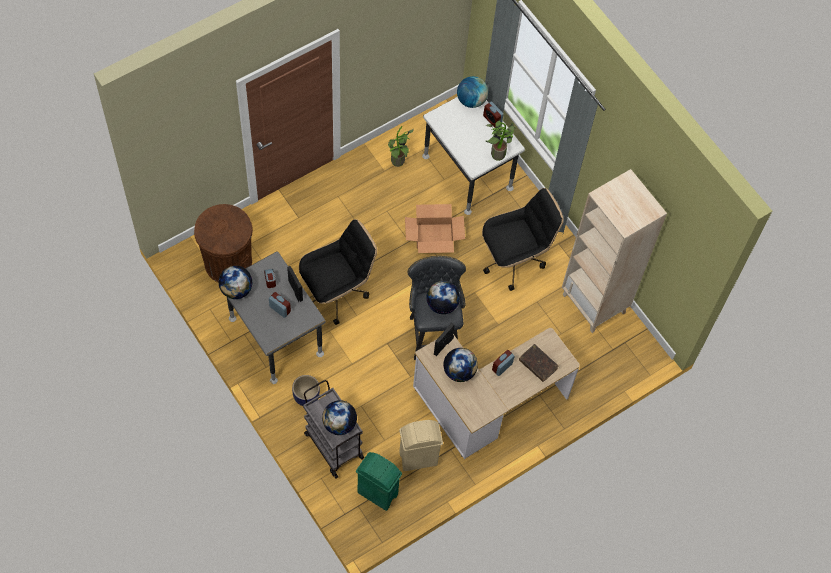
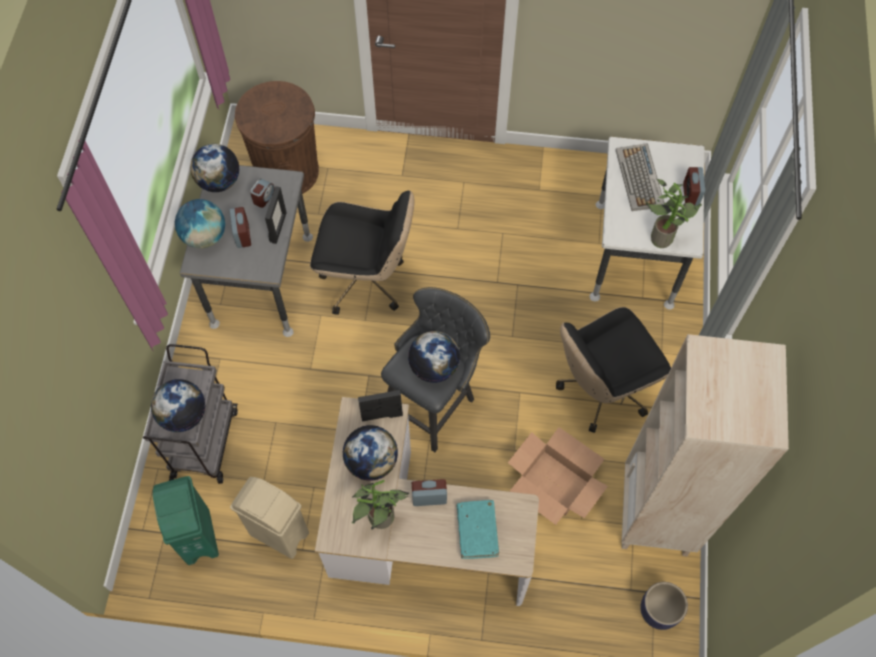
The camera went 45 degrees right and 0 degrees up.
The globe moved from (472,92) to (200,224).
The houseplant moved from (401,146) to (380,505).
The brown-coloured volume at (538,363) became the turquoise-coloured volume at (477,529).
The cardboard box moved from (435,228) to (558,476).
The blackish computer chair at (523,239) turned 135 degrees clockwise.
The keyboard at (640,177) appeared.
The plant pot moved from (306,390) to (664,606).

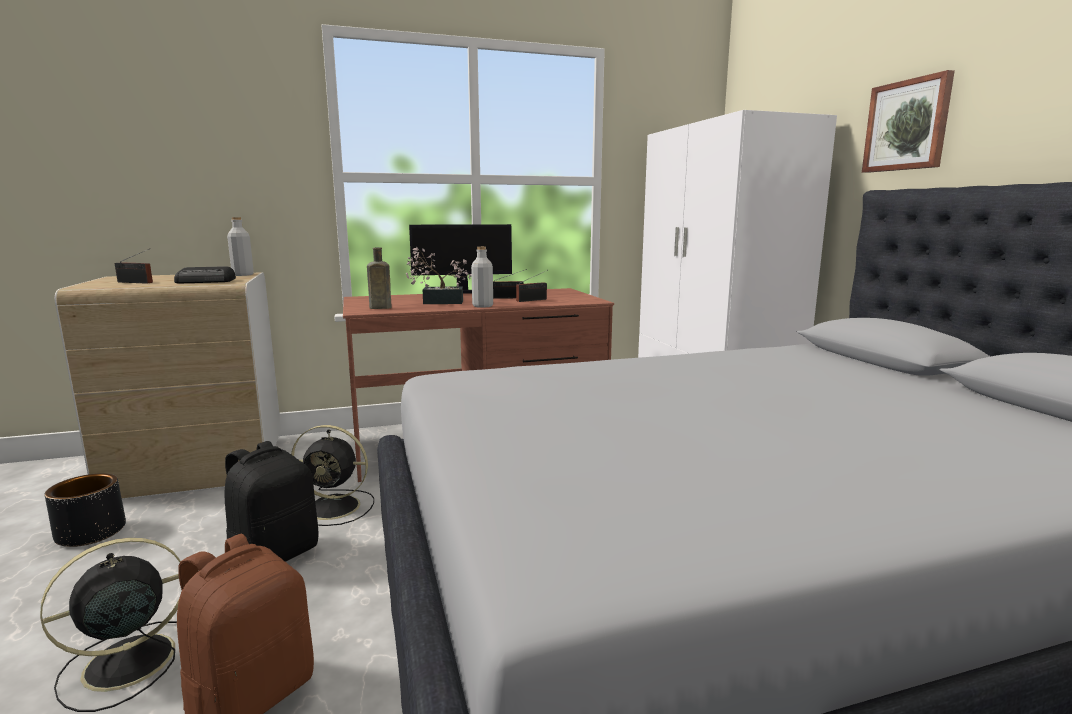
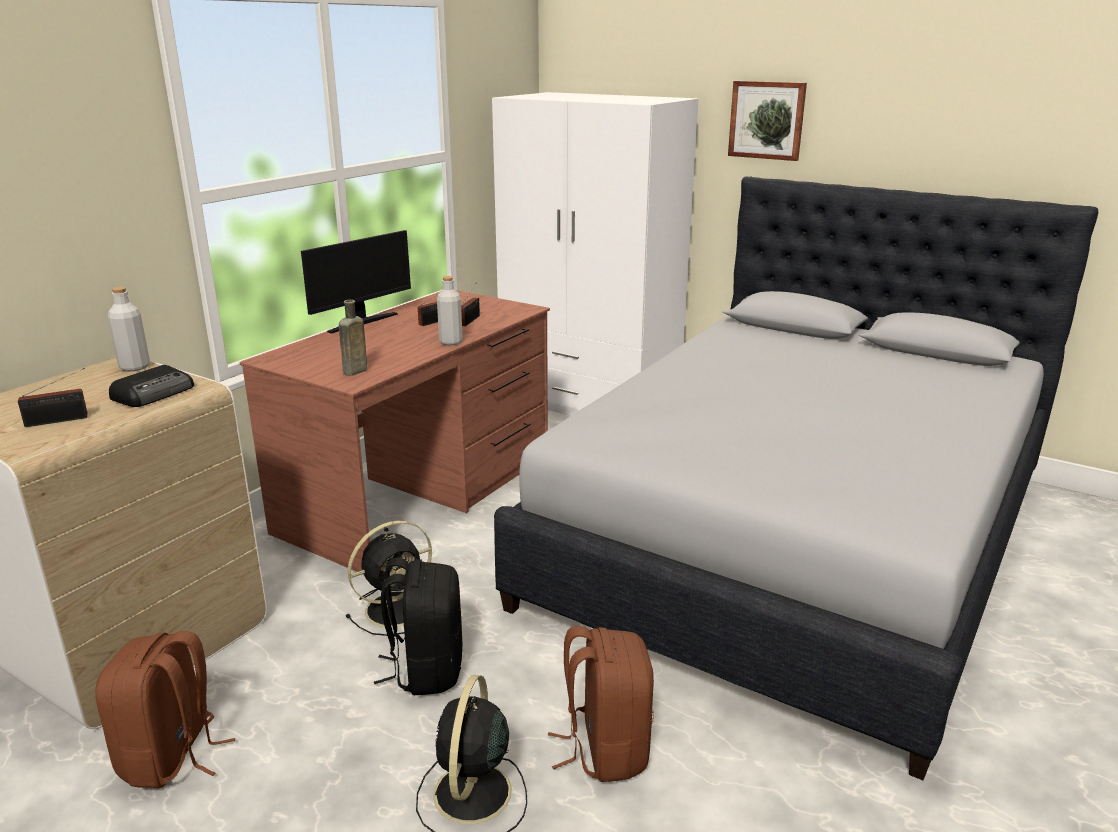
The camera went 40 degrees left and 10 degrees up.
The blackish plant pot at (85,510) was replaced by the brown-coloured knapsack at (165,710).
The houseplant at (439,275) disappeared.

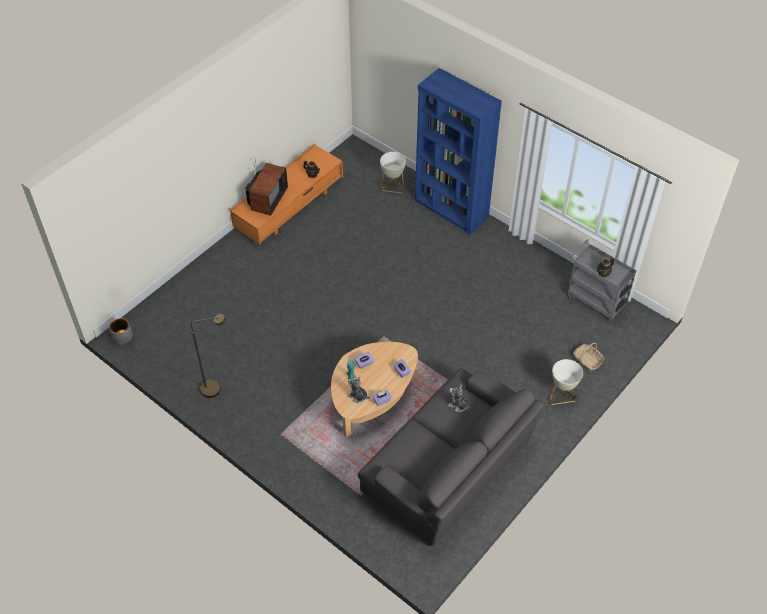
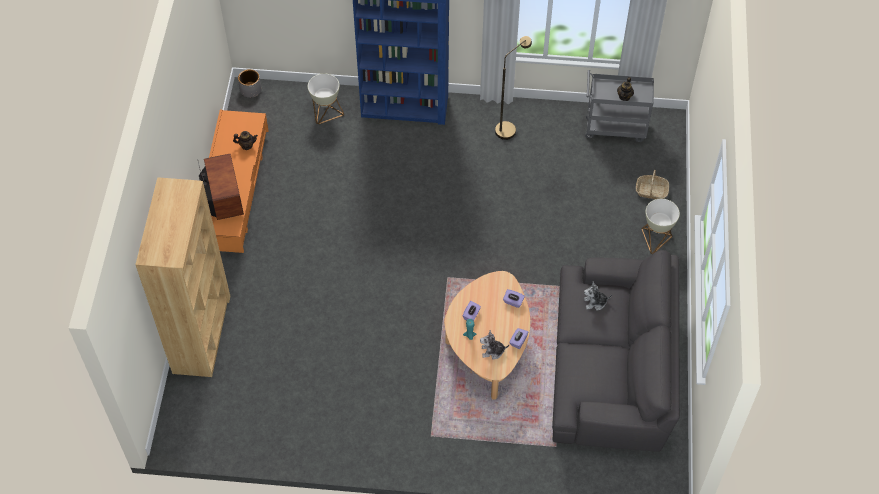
The camera went 35 degrees left and 5 degrees up.
The brown-coloured bookcase at (182,277) appeared.
The greyish plant pot moved from (121,331) to (250,83).
The brown-coloured standard lamp moved from (208,356) to (513,88).

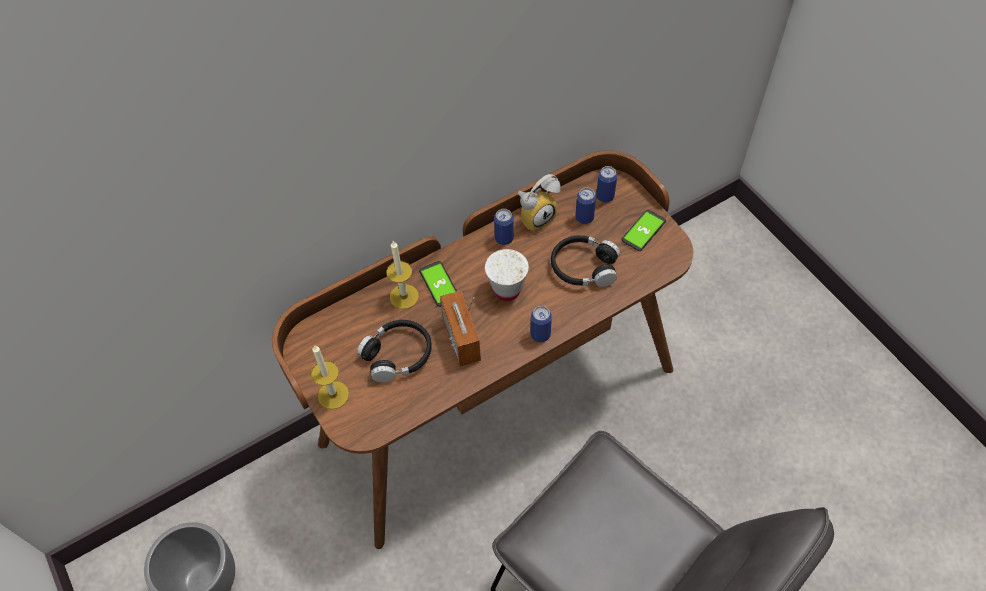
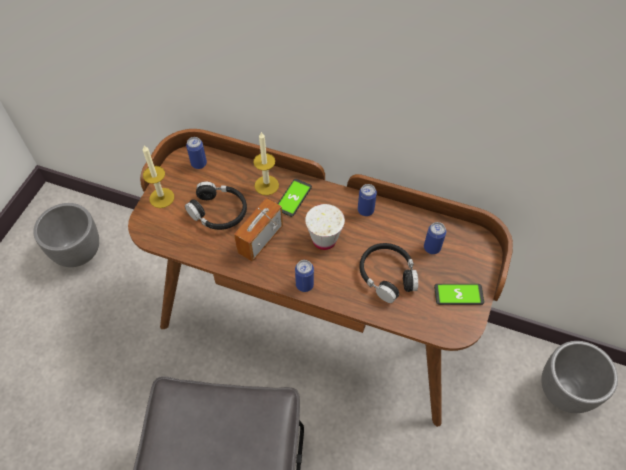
The camera went 50 degrees right and 0 degrees up.
The can moved from (606,184) to (196,153).
The greyish plant pot at (579,377) appeared.
The bedside clock at (539,203) disappeared.

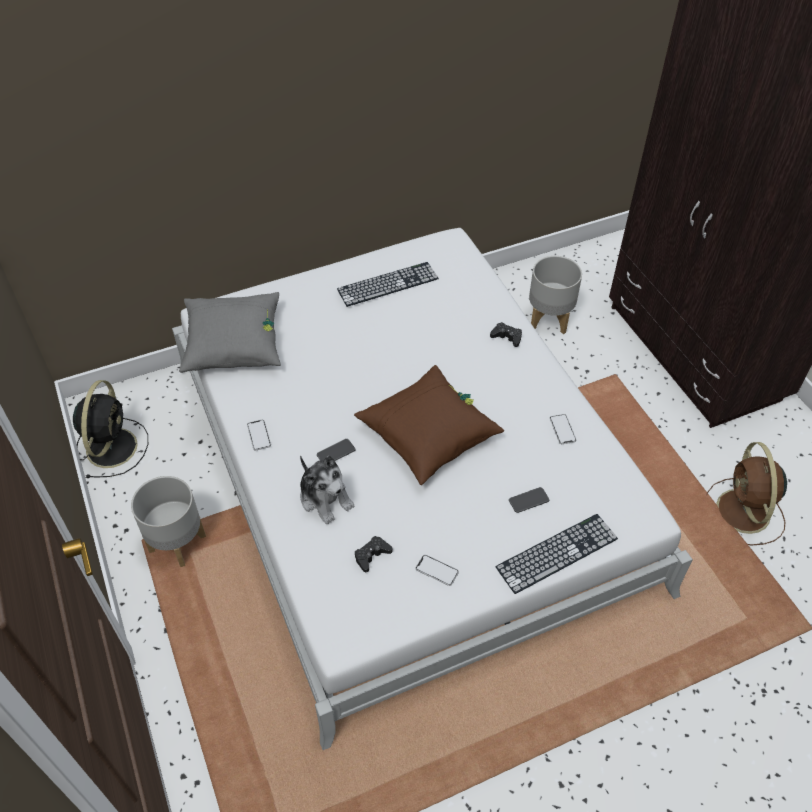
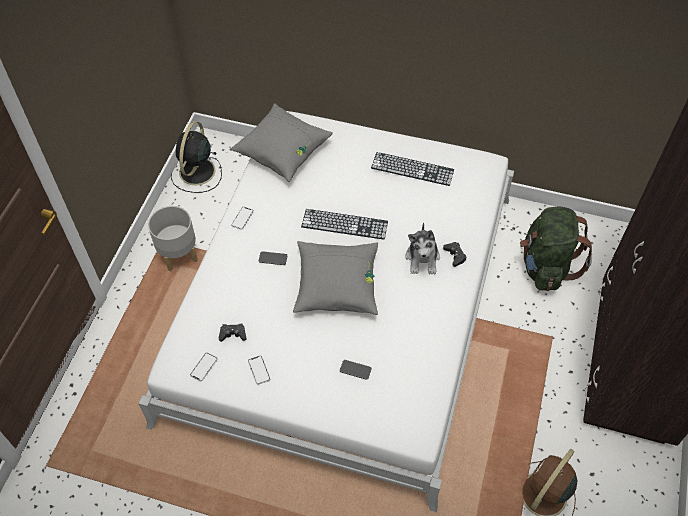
The camera went 40 degrees right and 5 degrees up.
The blackish cooling fan at (110,429) turned 150 degrees clockwise.
The handset moved from (563,429) to (204,367).
The brown-coloured throw pillow at (429,425) became the greyish throw pillow at (335,278).
The keyboard moved from (556,554) to (344,224).
The plush toy moved from (327,489) to (422,249).
The greyish plant pot at (555,295) was replaced by the greenish knapsack at (556,248).

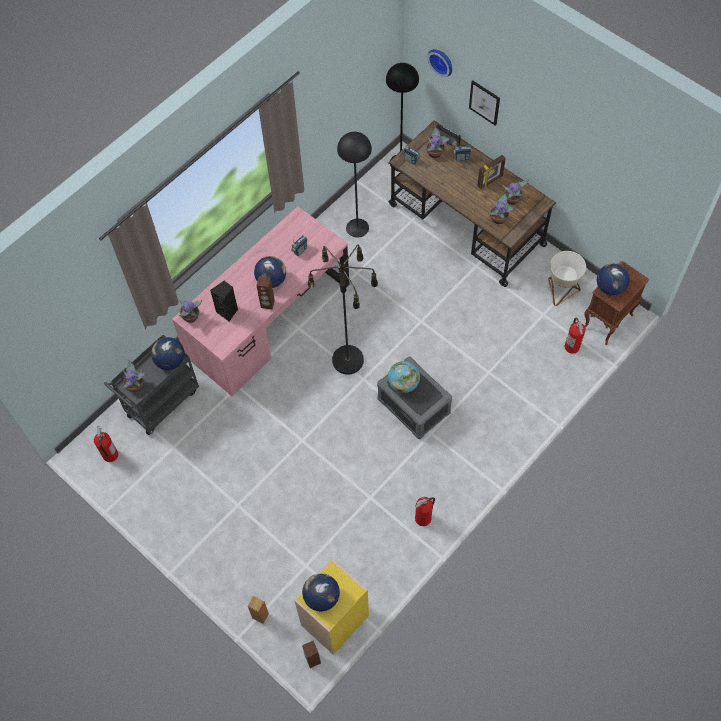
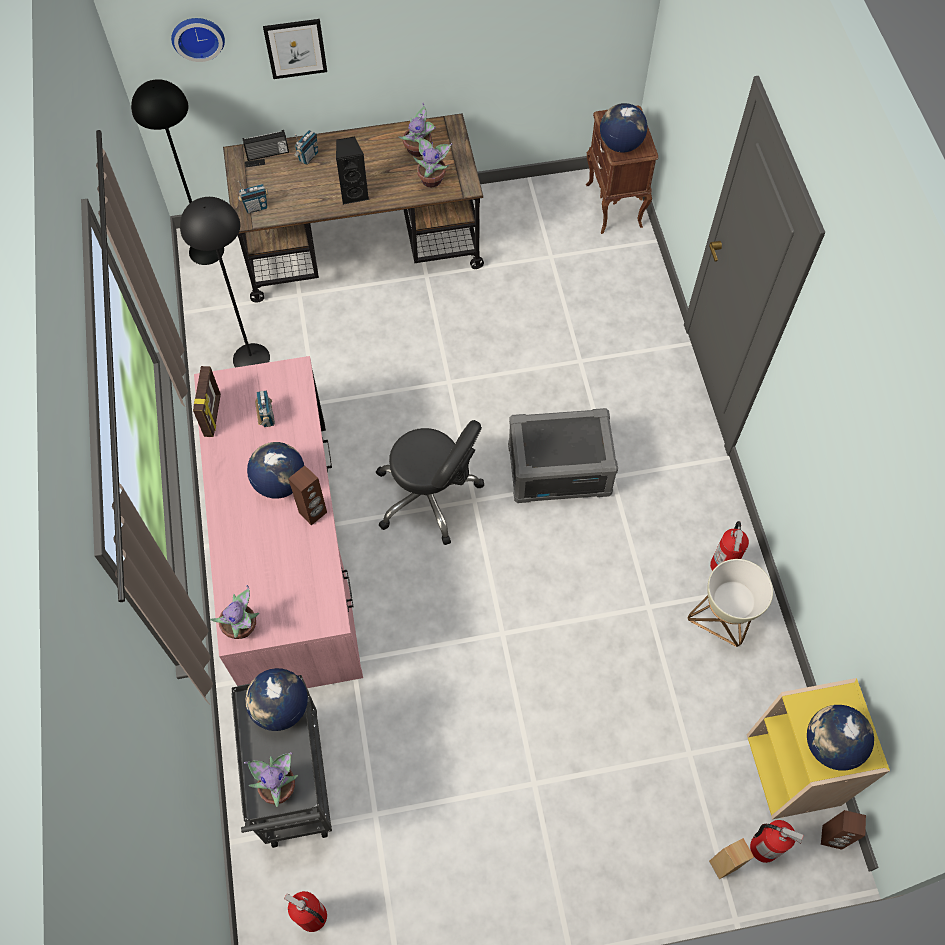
The camera went 55 degrees left and 0 degrees up.
The standing frame moved from (491,172) to (207,401).
The blackish audio speaker moved from (224,301) to (352,171).
The standard lamp at (343,309) was replaced by the blackish computer chair at (430,482).
The plant pot moved from (567,278) to (730,603).
The fire-fighting cylinder moved from (575,336) to (777,841).
The globe at (404,377) disappeared.
The houseplant at (438,142) disappeared.

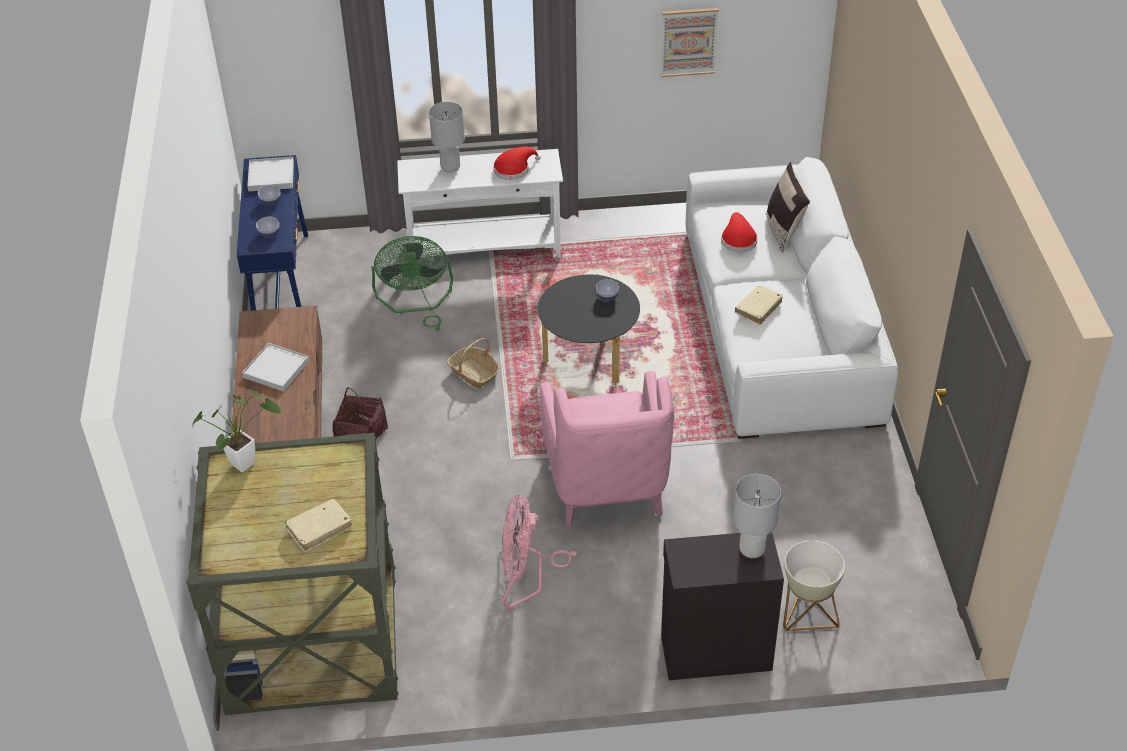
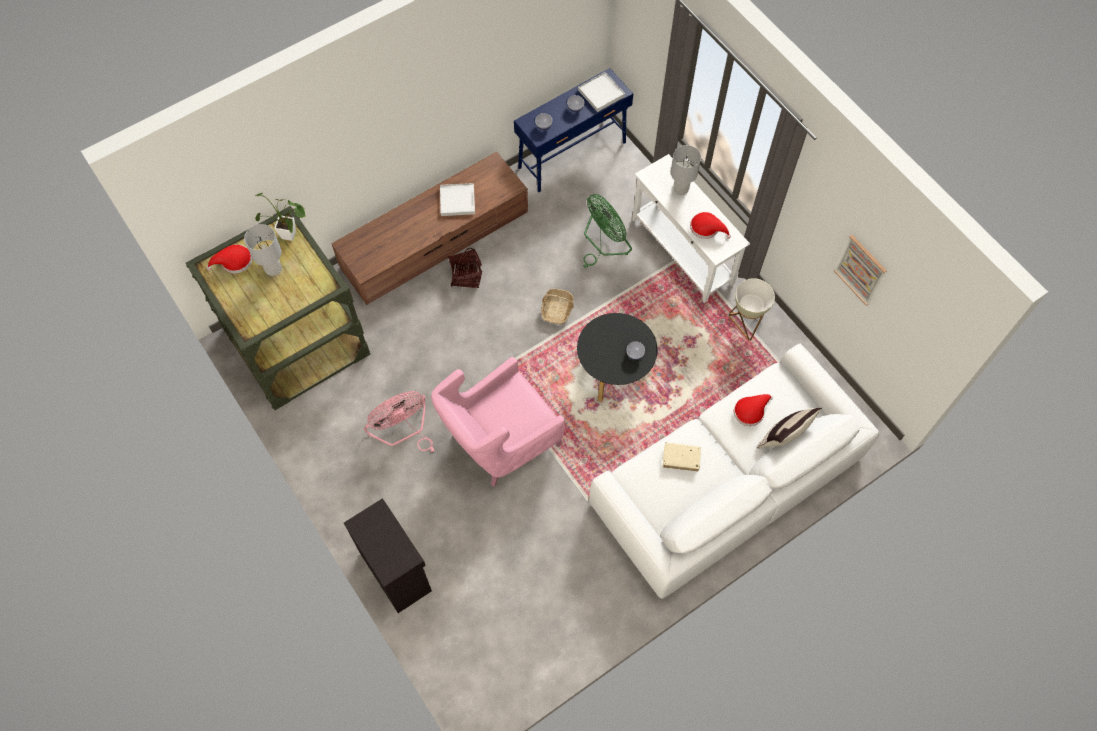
The camera went 60 degrees right and 20 degrees up.
The red hat at (229,259) appeared.
The greyish table lamp moved from (757,516) to (263,250).
The plant pot moved from (814,585) to (752,309).
The beige volume at (318,525) disappeared.

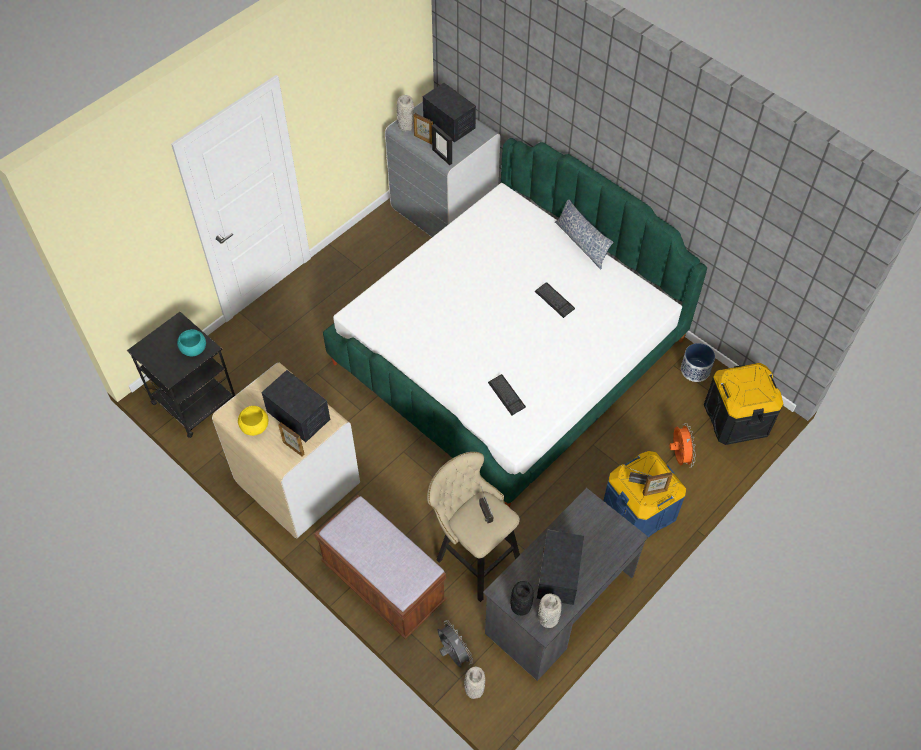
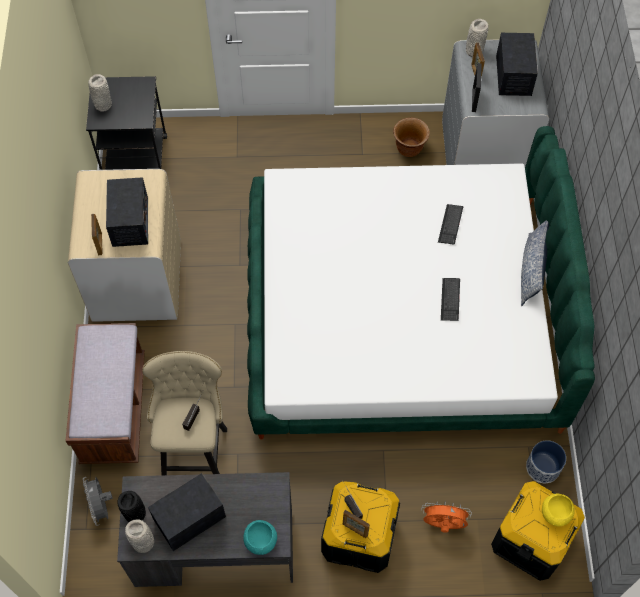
The camera went 45 degrees right and 5 degrees up.
The greyish cooling fan at (455,643) turned 150 degrees clockwise.
The greyish decorative vase moved from (474,683) to (100,93).
The turquoise-coloured serving bowl moved from (191,342) to (260,537).
The blue-coloured storage box at (644,494) became the blackish storage box at (360,527).
The brown-coloured plant pot at (411,137) appeared.
The orangey cooling fan at (682,445) turned 120 degrees counterclockwise.
The keyboard moved from (507,394) to (450,224).
The yellowish serving bowl moved from (253,421) to (558,510).

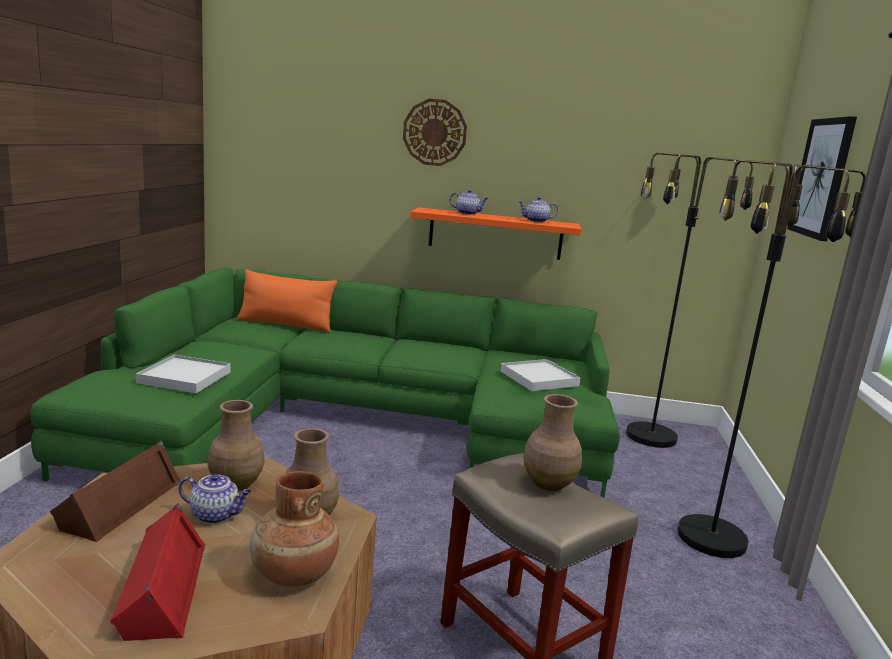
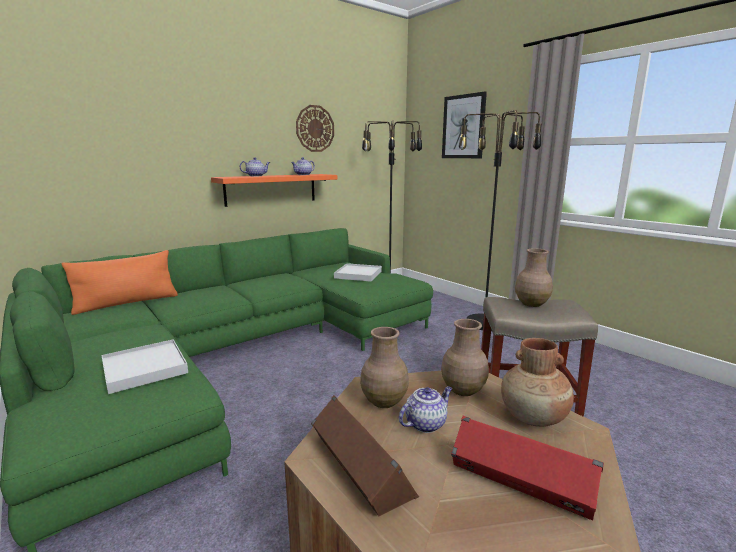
The camera went 45 degrees left and 0 degrees up.
The clock on the wall moved from (435,132) to (315,128).

